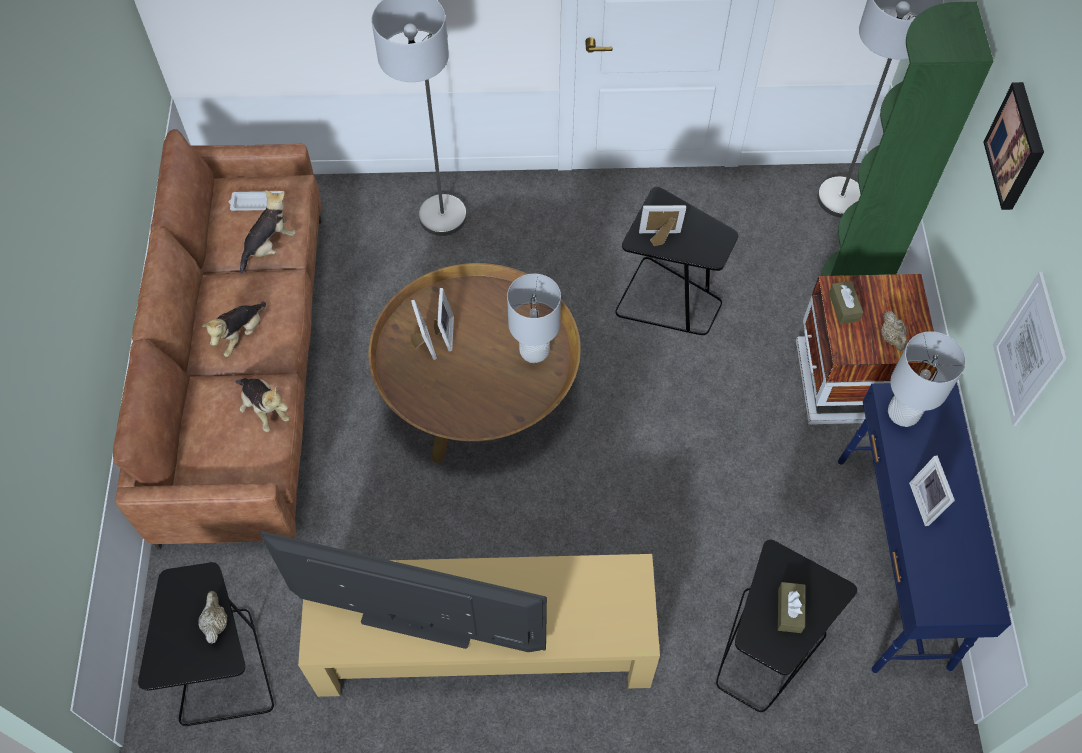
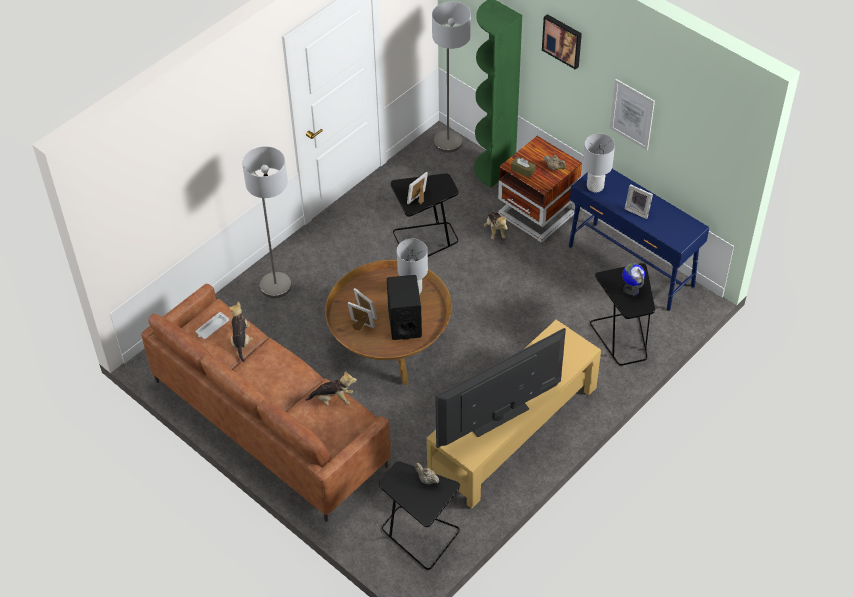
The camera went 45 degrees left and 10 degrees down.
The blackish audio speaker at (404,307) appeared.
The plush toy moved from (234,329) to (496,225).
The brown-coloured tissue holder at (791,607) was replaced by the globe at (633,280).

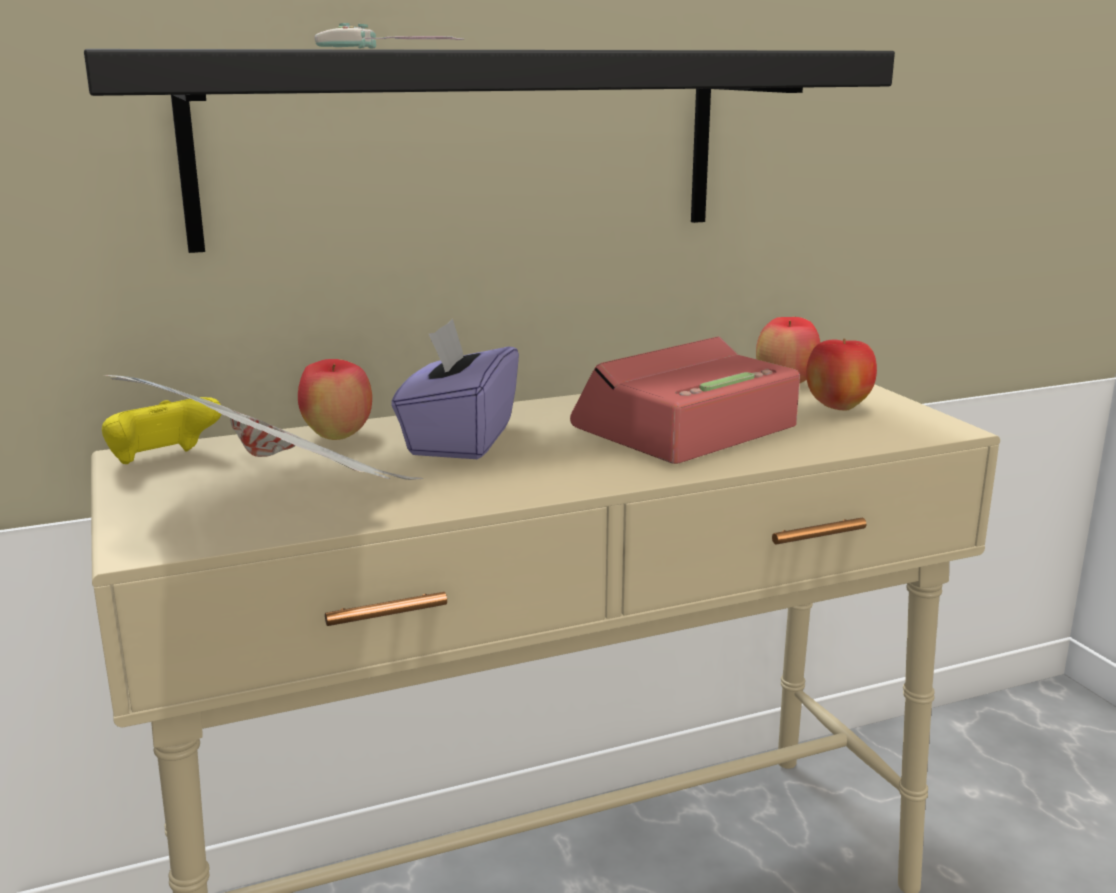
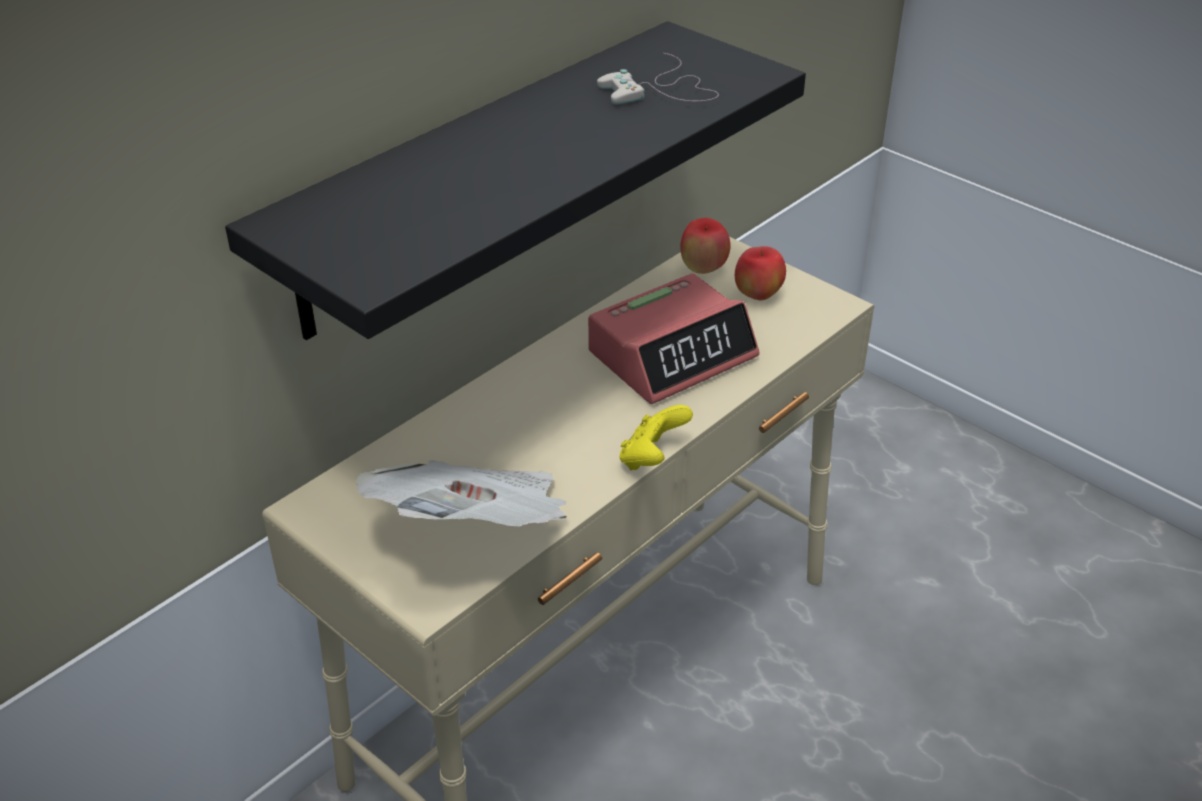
The camera went 25 degrees left and 20 degrees up.
The bedside clock at (685,400) turned 150 degrees counterclockwise.
The white joypad moved from (389,36) to (658,79).
The yellowish joypad moved from (161,430) to (656,437).
The whole apple at (335,399) disappeared.
The purple-coloured tissue holder at (455,389) disappeared.

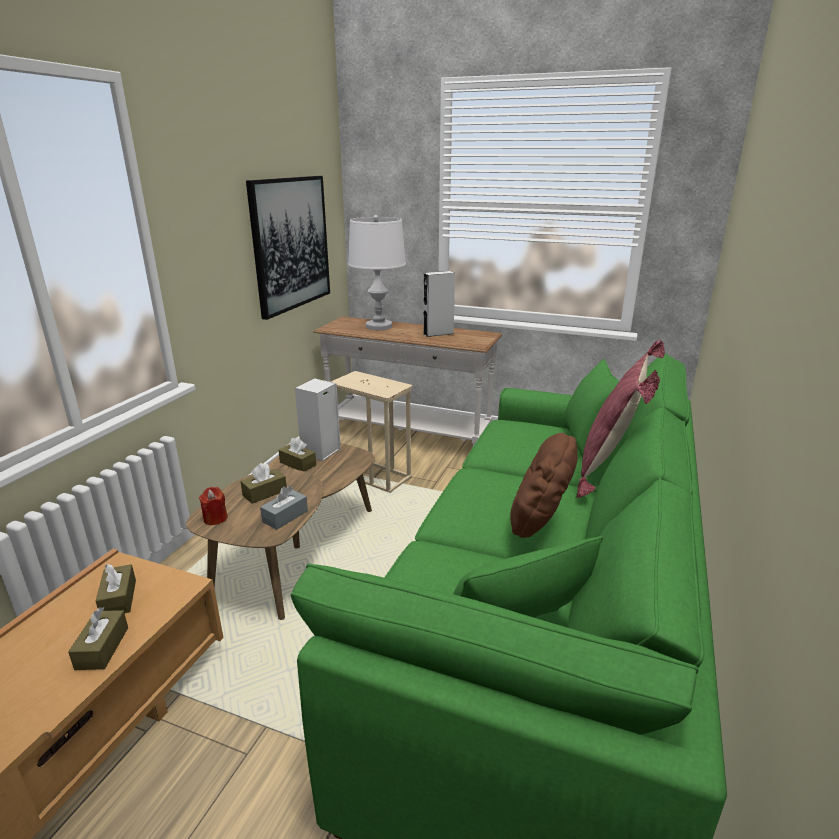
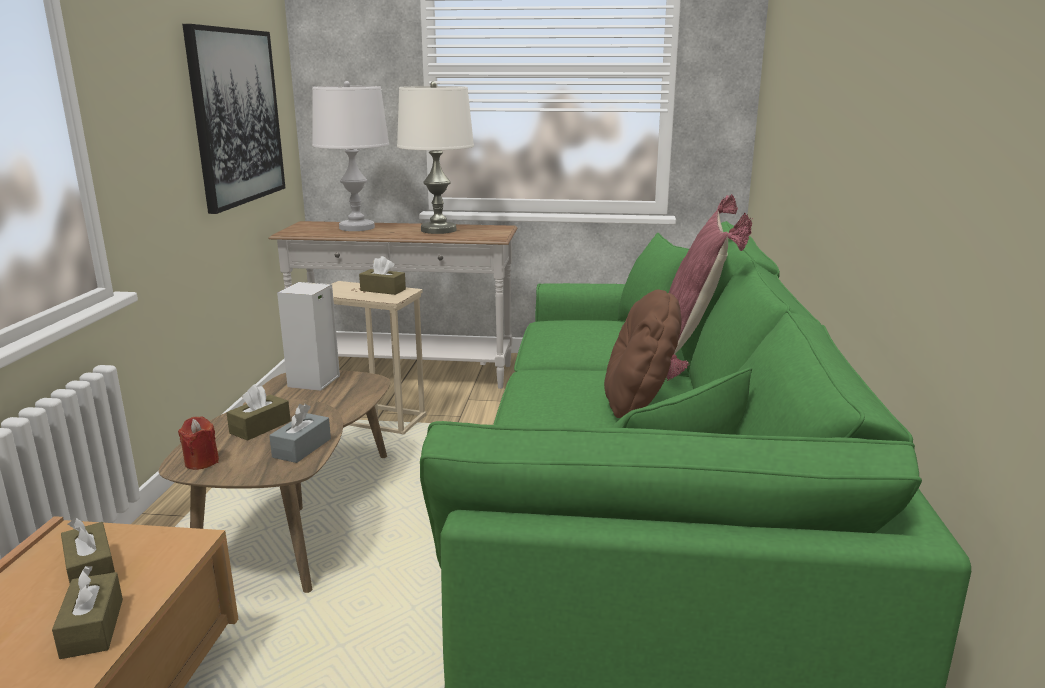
The camera went 15 degrees left and 5 degrees down.
The brown-coloured tissue holder moved from (297,454) to (382,275).
The greyish audio speaker at (439,304) was replaced by the white table lamp at (435,157).

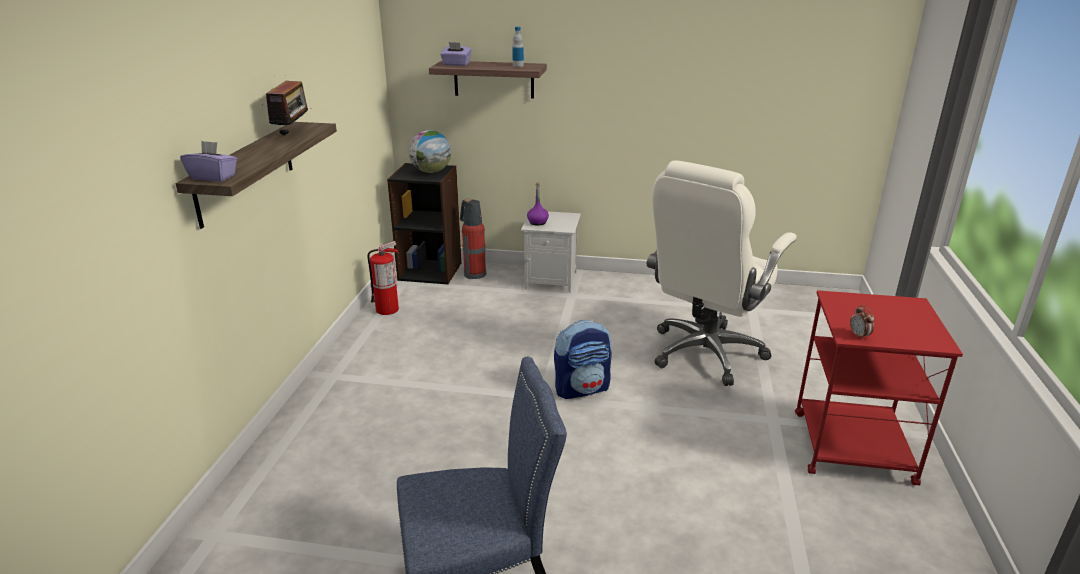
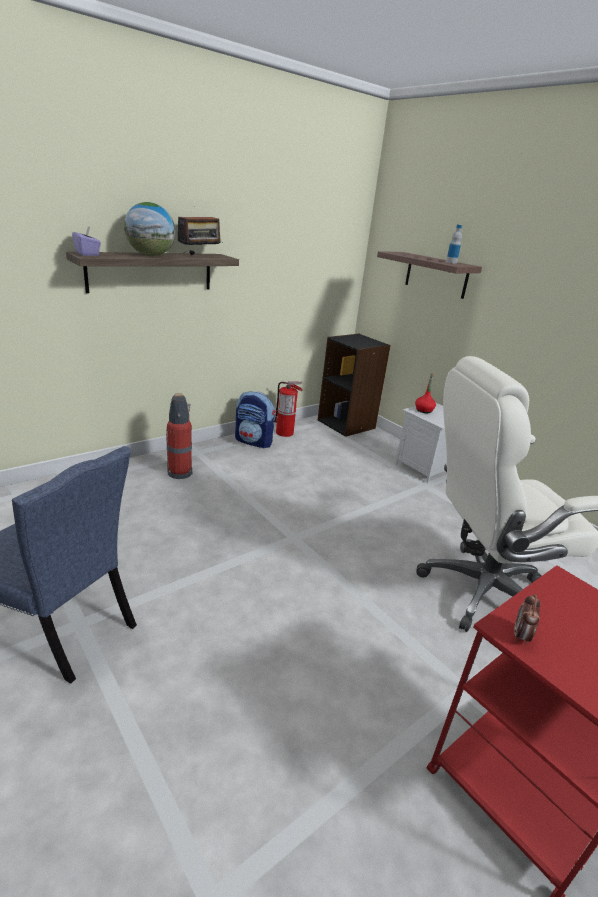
The camera went 40 degrees right and 0 degrees up.
The globe moved from (430,151) to (149,229).
The fire-fighting cylinder moved from (473,239) to (179,436).
The knapsack moved from (583,359) to (255,419).
The purple-coloured bottle at (538,204) became the red bottle at (425,393).
The purple-coloured tissue holder at (456,54) disappeared.

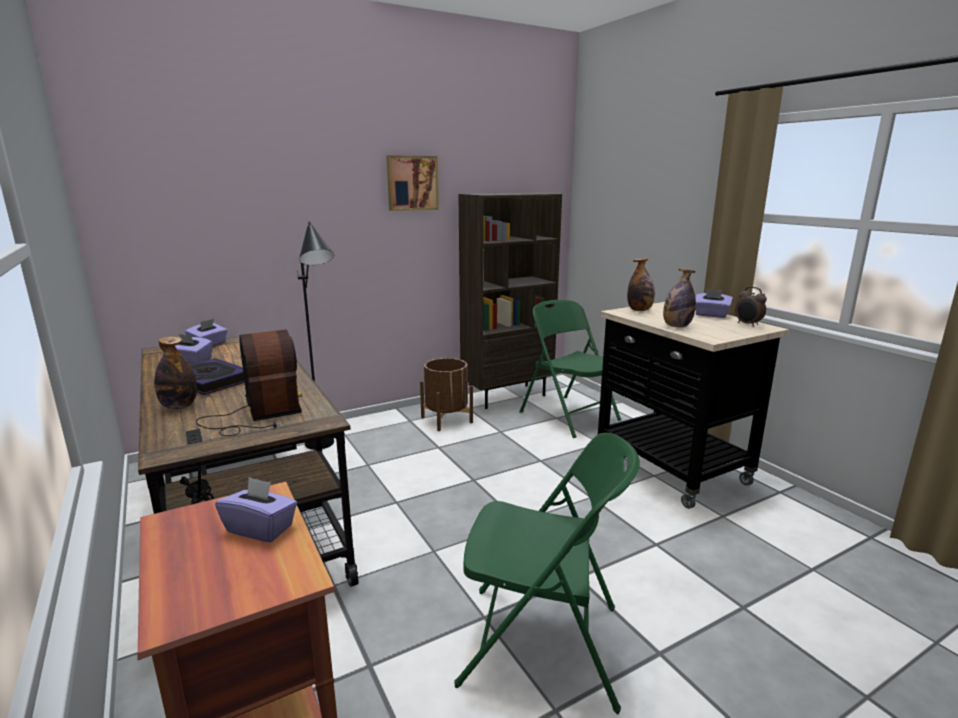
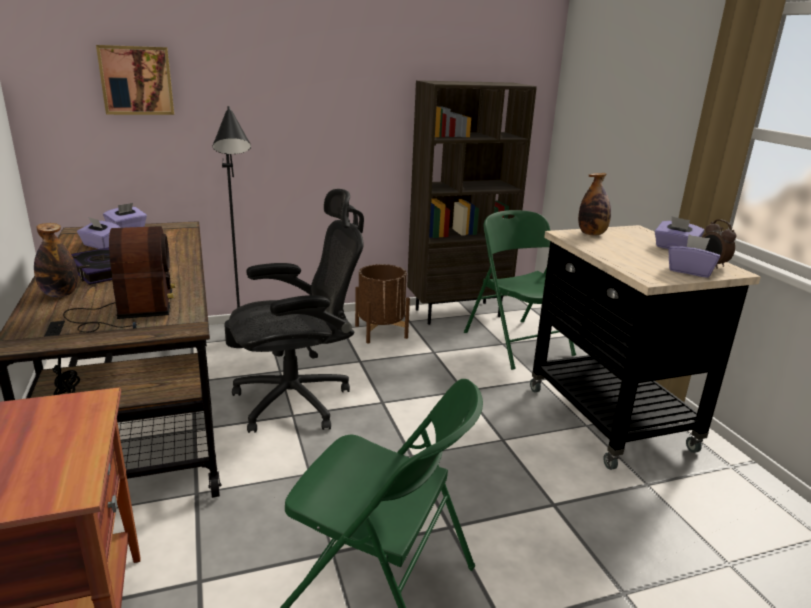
The camera went 10 degrees right and 5 degrees up.
The wall picture moved from (413,183) to (135,80).
The computer chair at (296,311) appeared.
The purple-coloured tissue holder moved from (256,509) to (694,256).
The bottle at (679,298) disappeared.

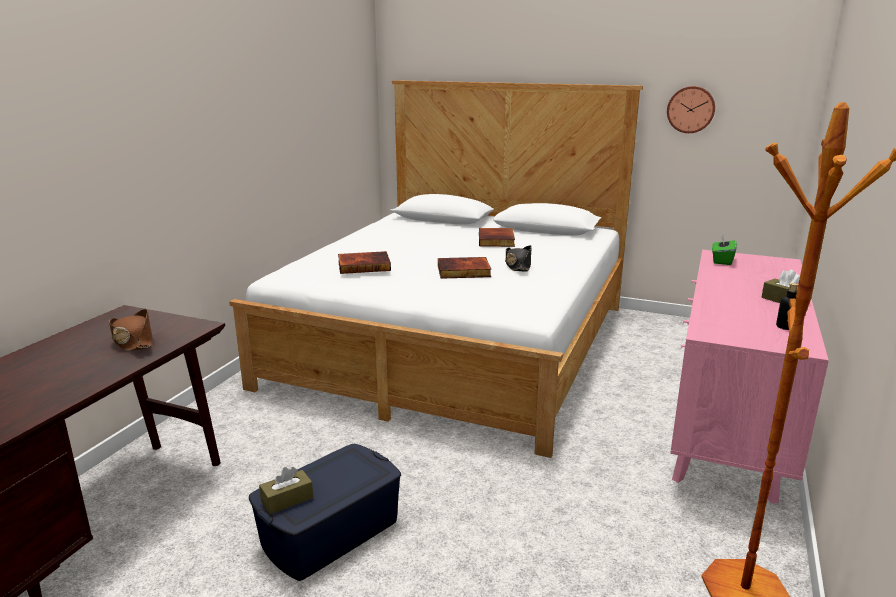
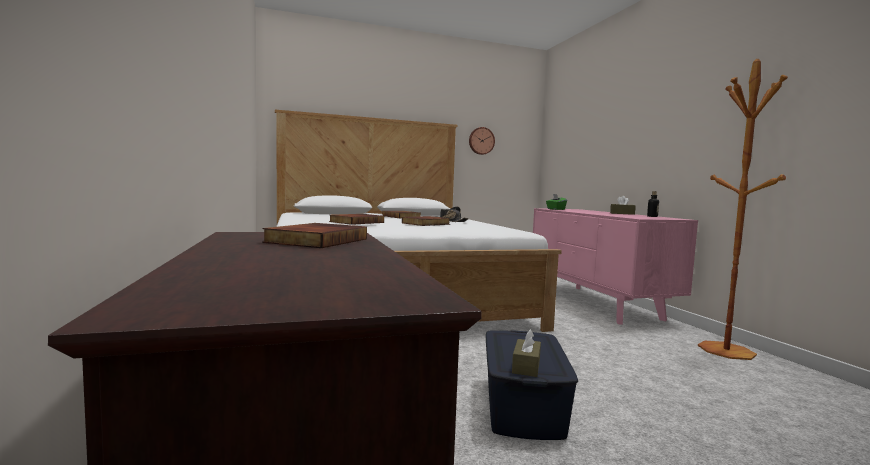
The camera went 40 degrees left and 15 degrees down.
The brown-coloured hat at (130,330) was replaced by the volume at (314,235).

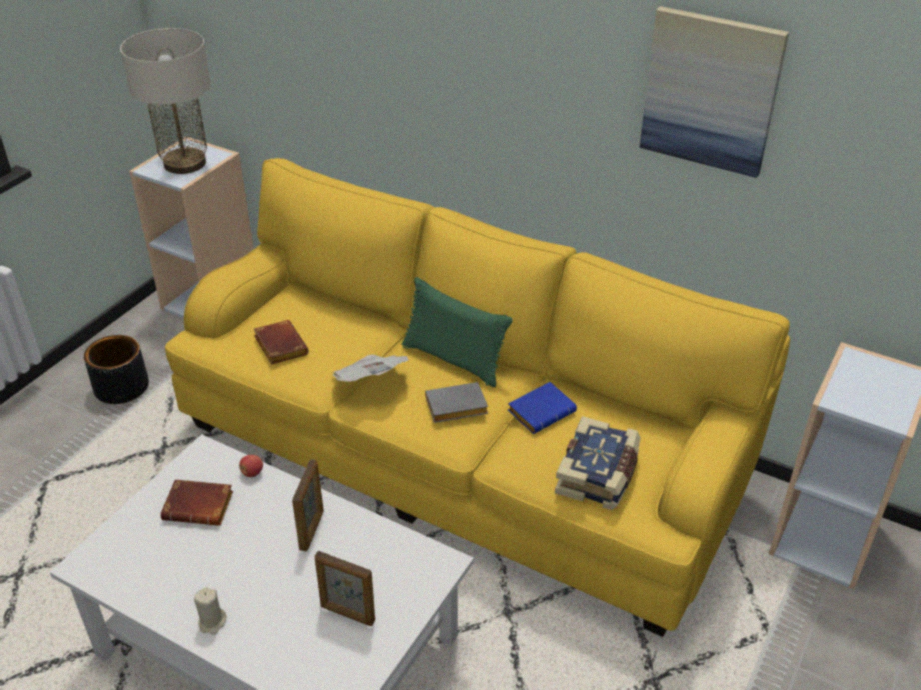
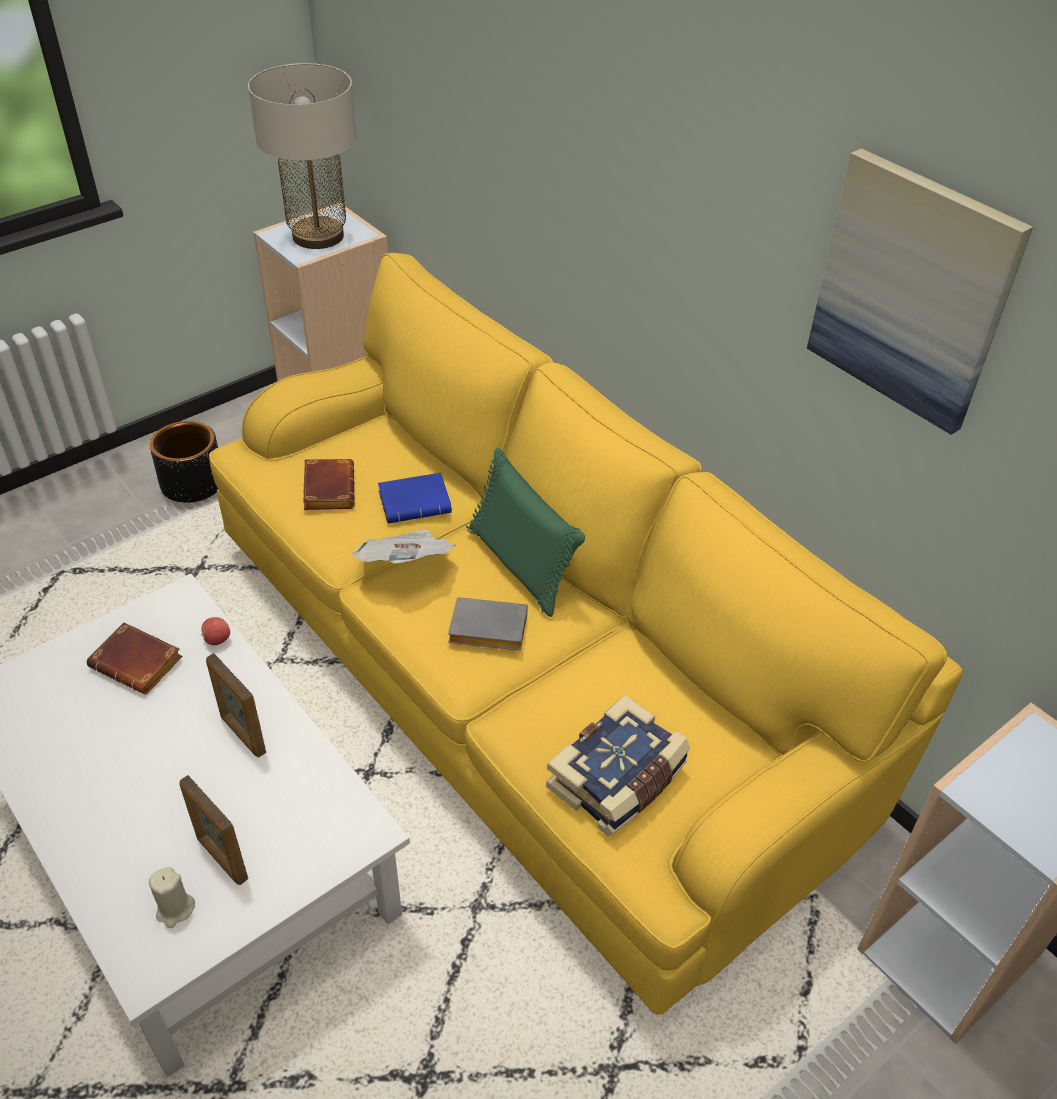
The camera went 20 degrees right and 5 degrees up.
The beige wax candle moved from (210,611) to (172,897).
The standing frame at (308,505) turned 105 degrees clockwise.
The blue-coloured volume moved from (542,408) to (415,498).

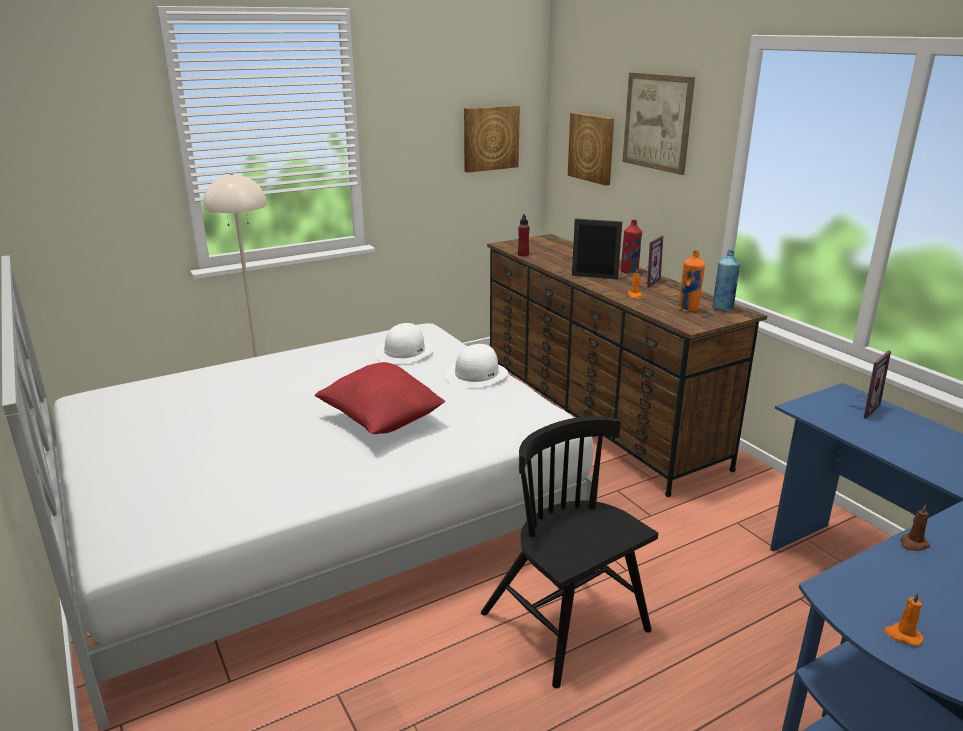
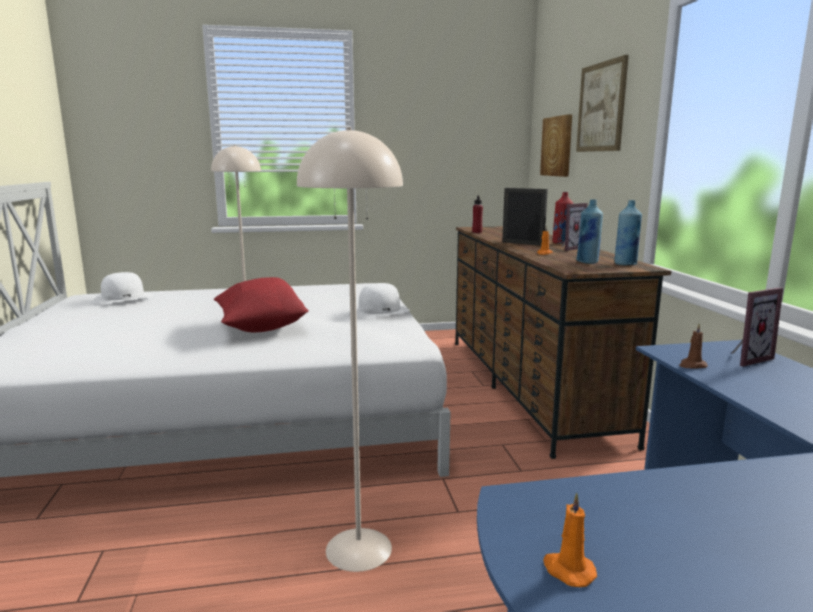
The camera went 20 degrees right and 10 degrees down.
The white hat moved from (404,343) to (122,288).
The blackish plain chair at (569,552) was replaced by the beige standard lamp at (350,349).
The orangey bottle at (691,281) became the blue-coloured bottle at (589,231).
The brown-coloured wax candle moved from (915,527) to (693,346).
The wall picture at (492,139) disappeared.

